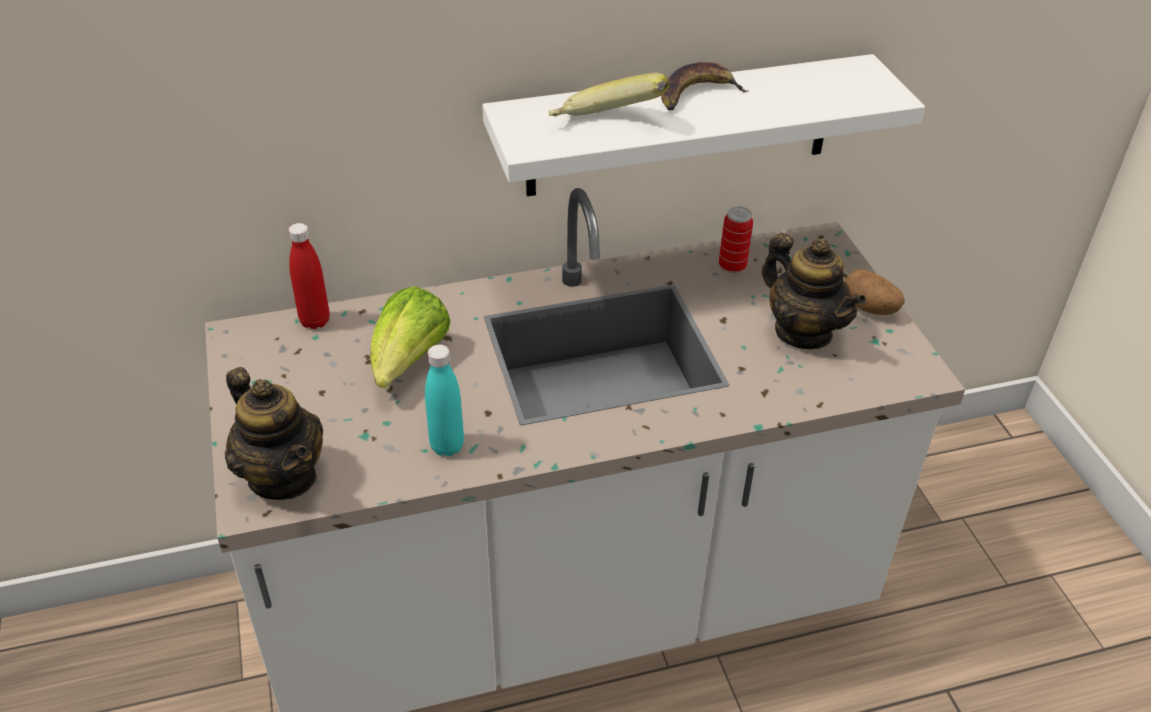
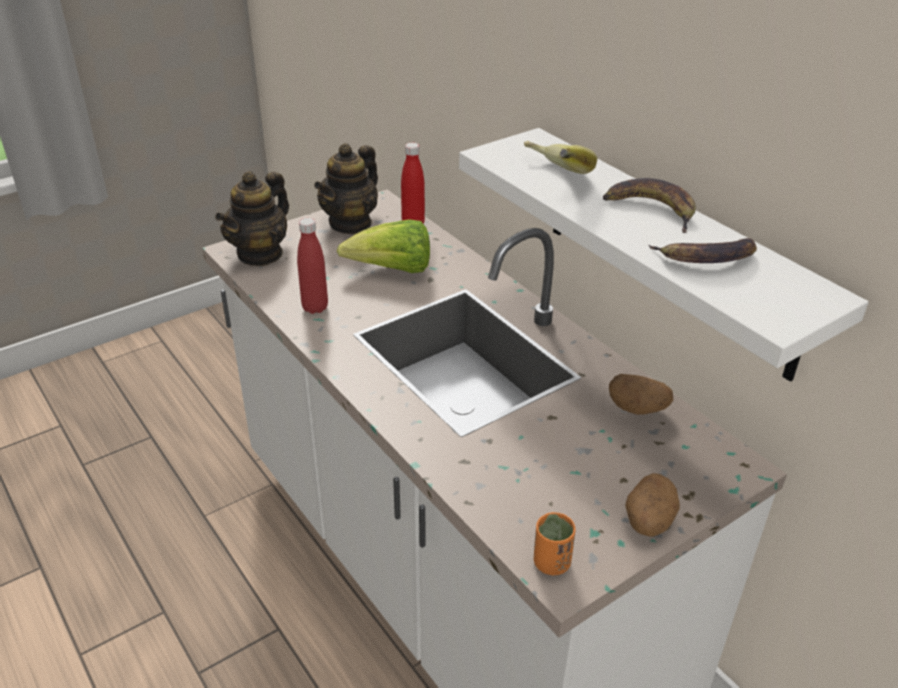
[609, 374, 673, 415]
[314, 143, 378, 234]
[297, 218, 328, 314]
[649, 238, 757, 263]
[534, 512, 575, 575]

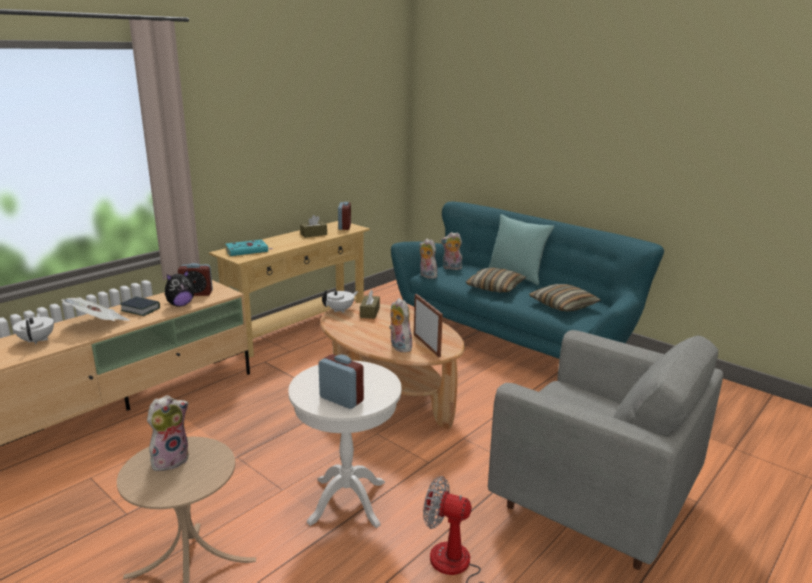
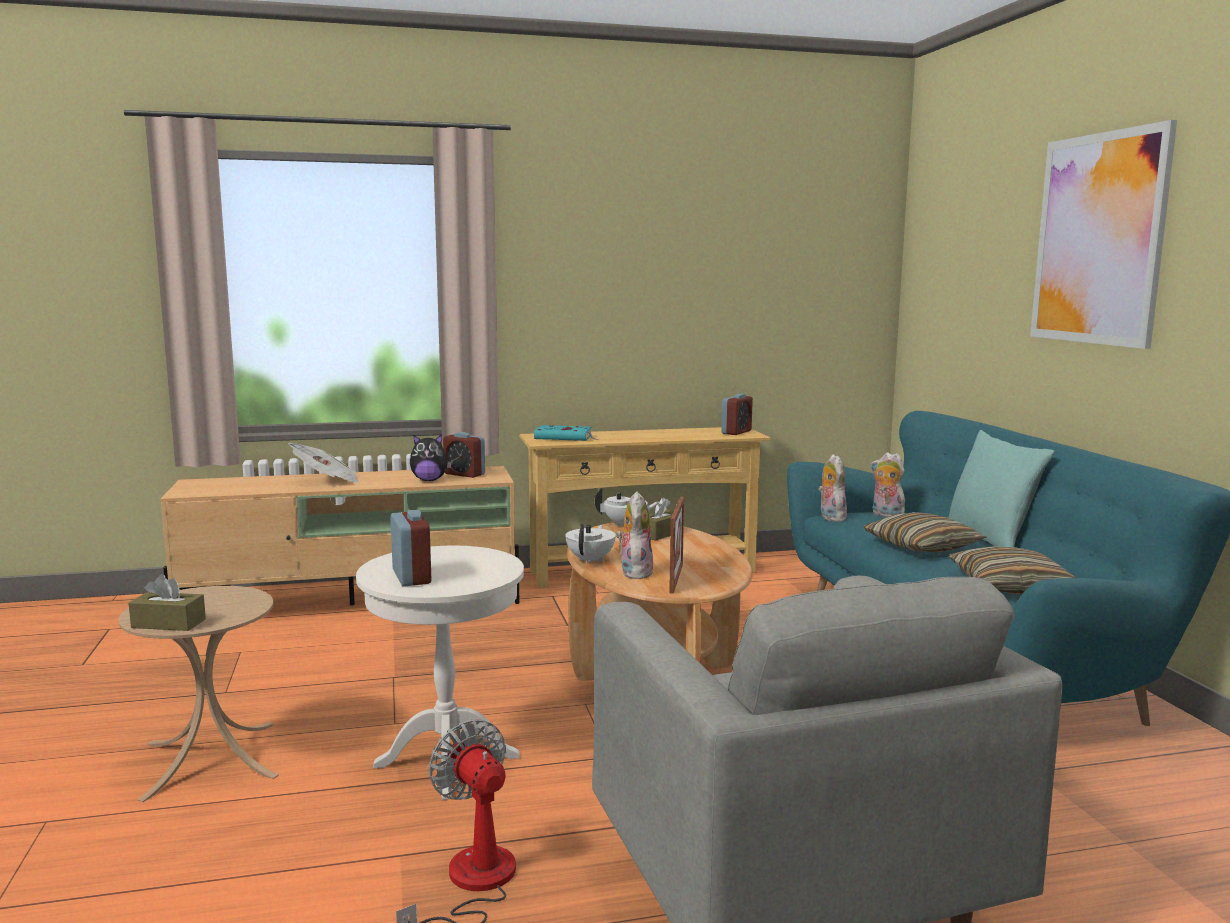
[128, 574, 206, 631]
[120, 297, 160, 316] (first image)
[565, 524, 616, 564]
[147, 395, 189, 471] (first image)
[1030, 120, 1177, 349]

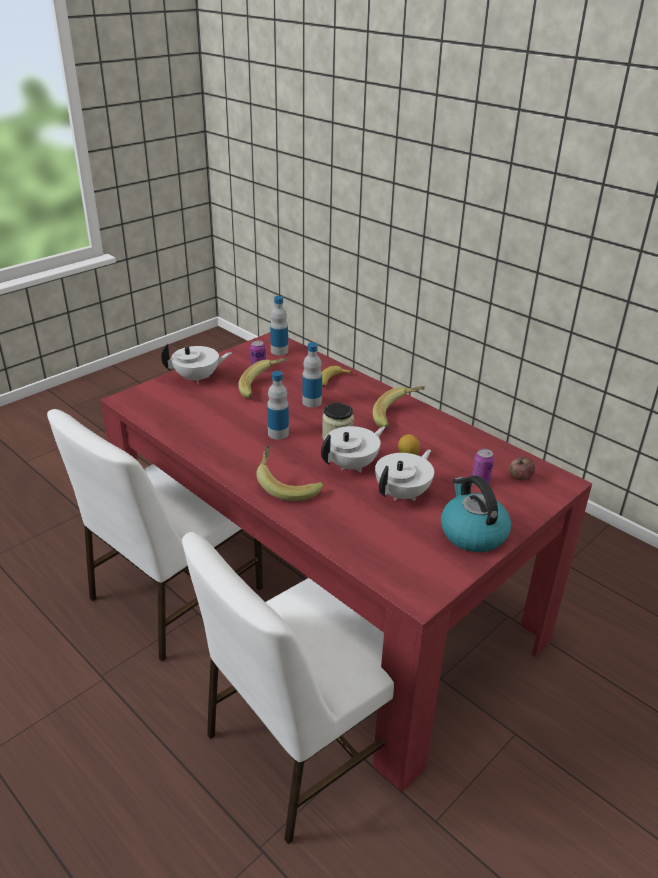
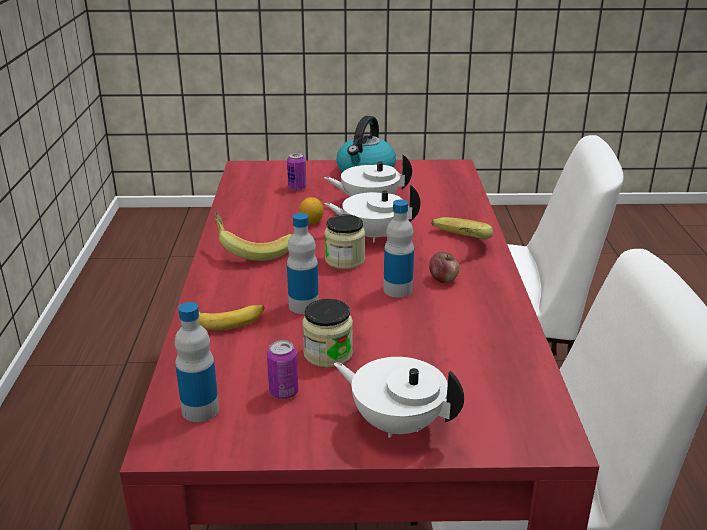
[302, 299, 353, 368]
[429, 252, 460, 283]

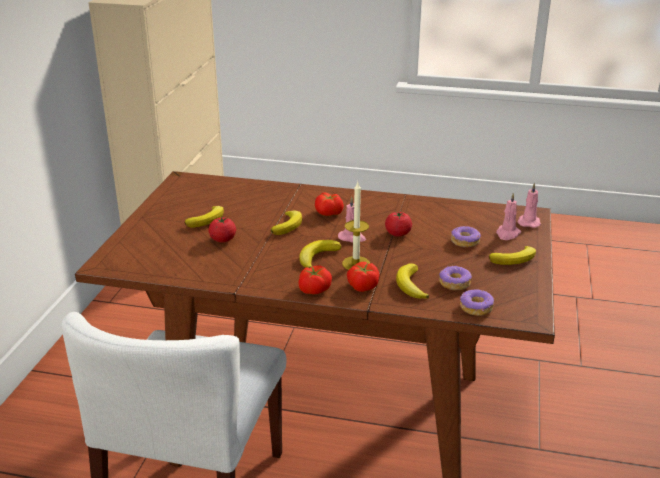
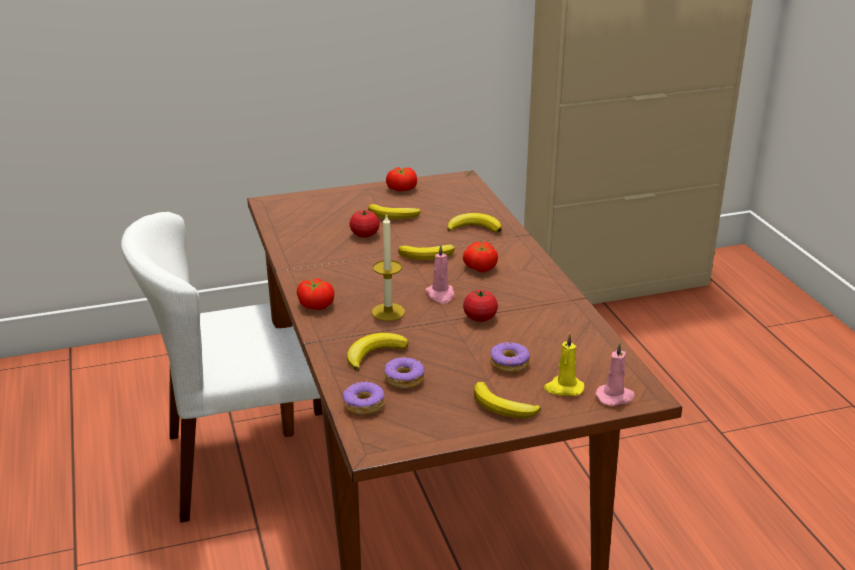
[544, 333, 584, 396]
[447, 213, 502, 233]
[386, 167, 417, 192]

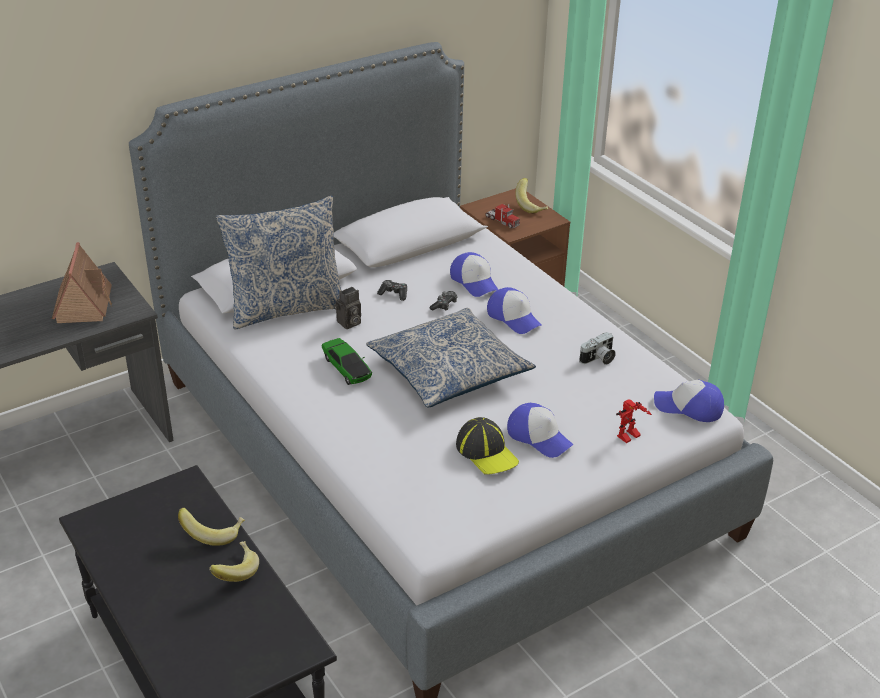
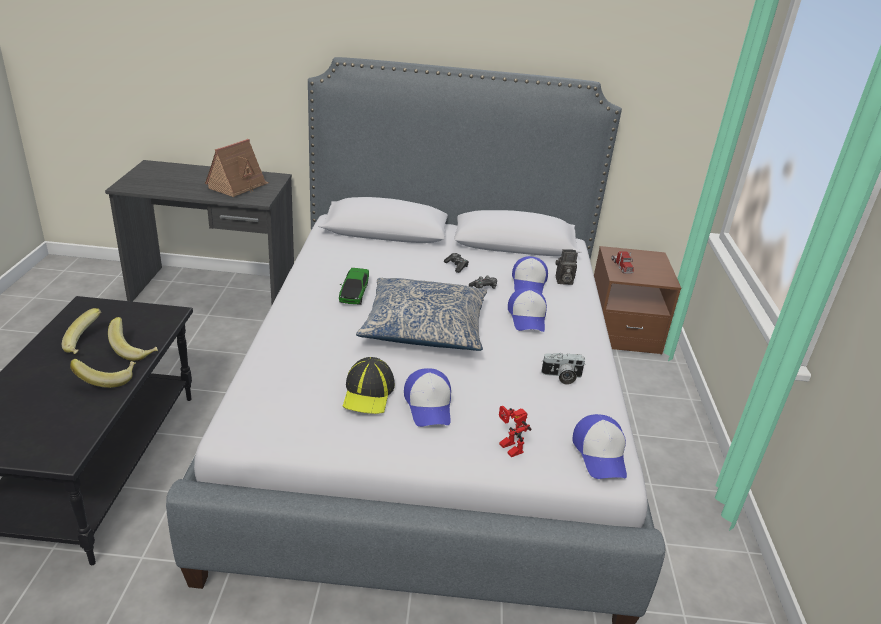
[62, 308, 101, 354]
[216, 196, 342, 330] (first image)
[556, 249, 578, 285]
[573, 414, 627, 479]
[499, 406, 532, 457]

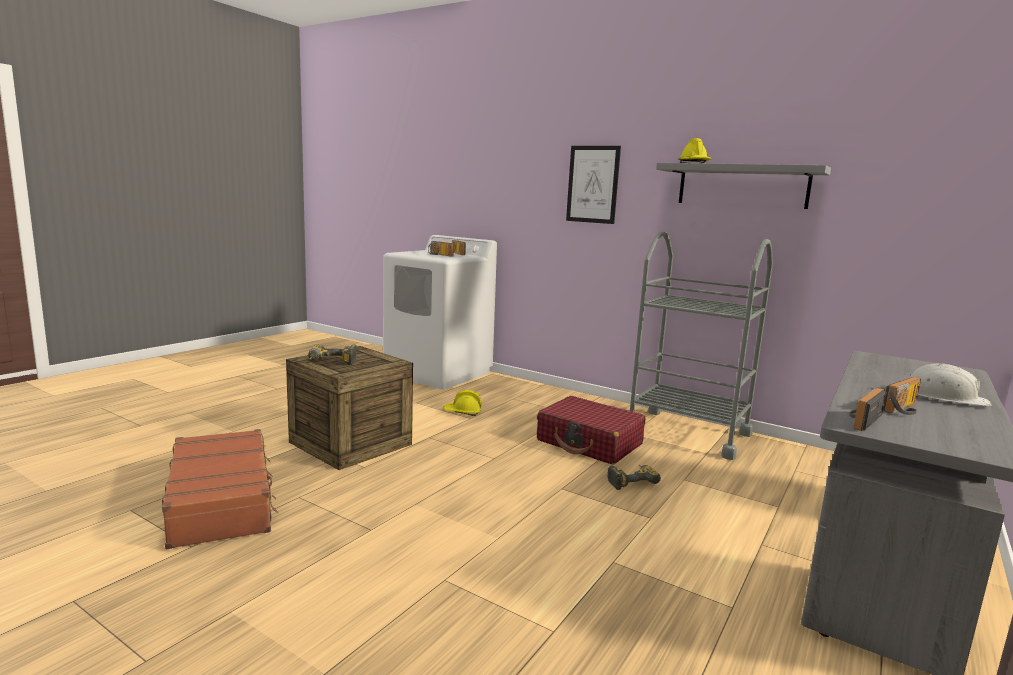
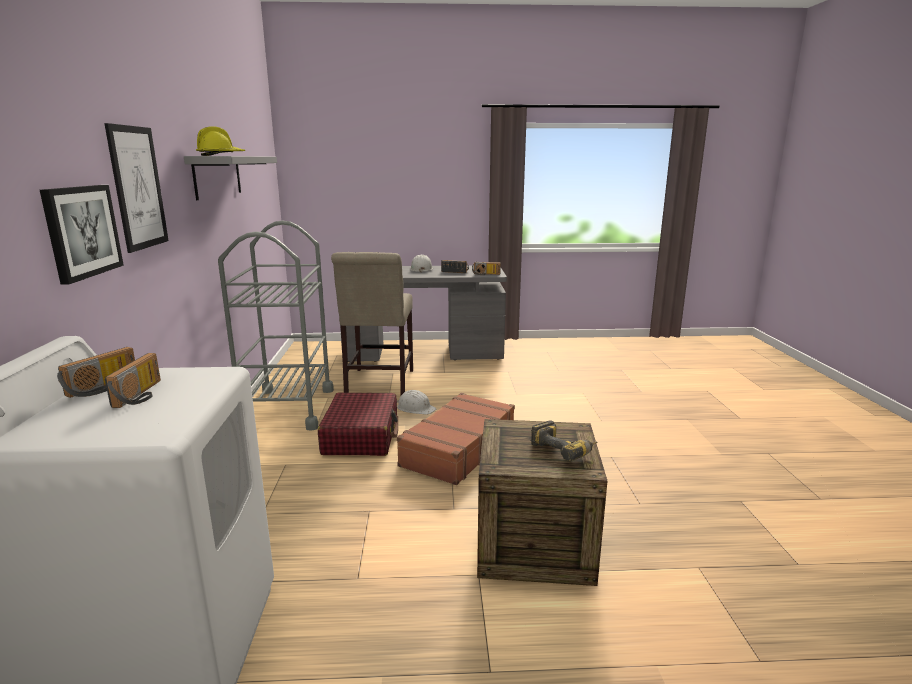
[443, 390, 482, 416] (first image)
[397, 393, 515, 485]
[397, 390, 437, 415]
[40, 185, 124, 285]
[331, 252, 413, 395]

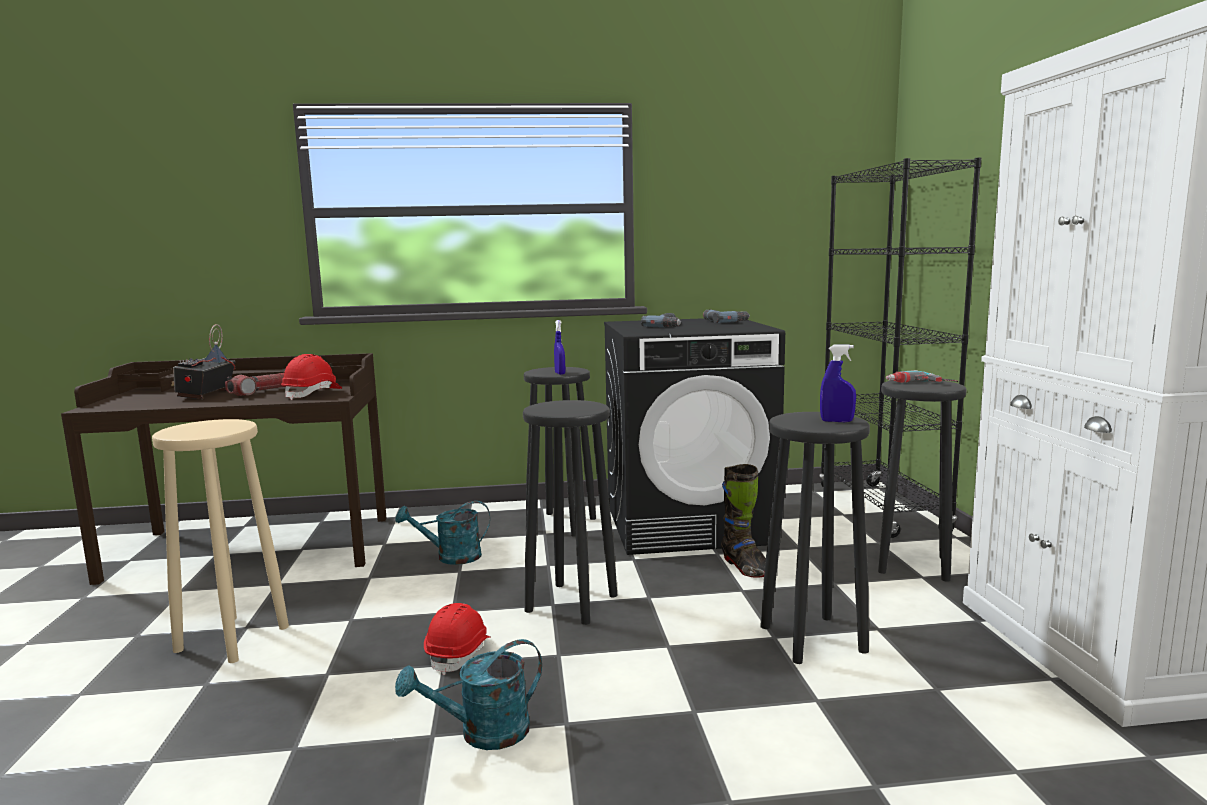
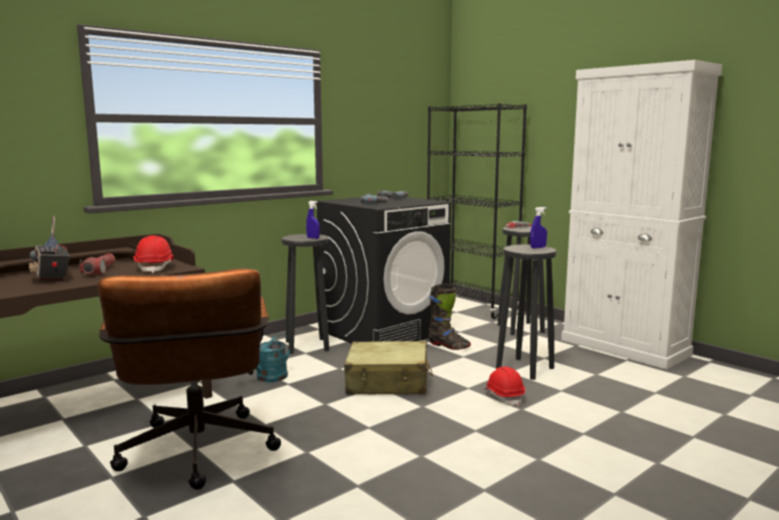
[344, 341, 433, 395]
[98, 268, 281, 490]
[485, 367, 525, 406]
[395, 639, 542, 750] (first image)

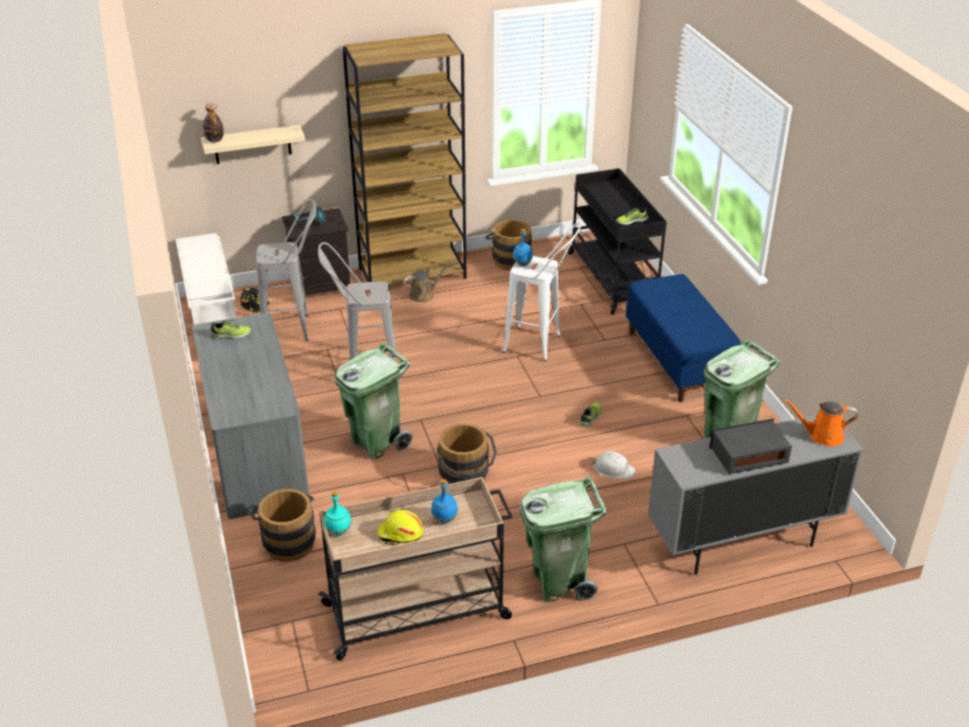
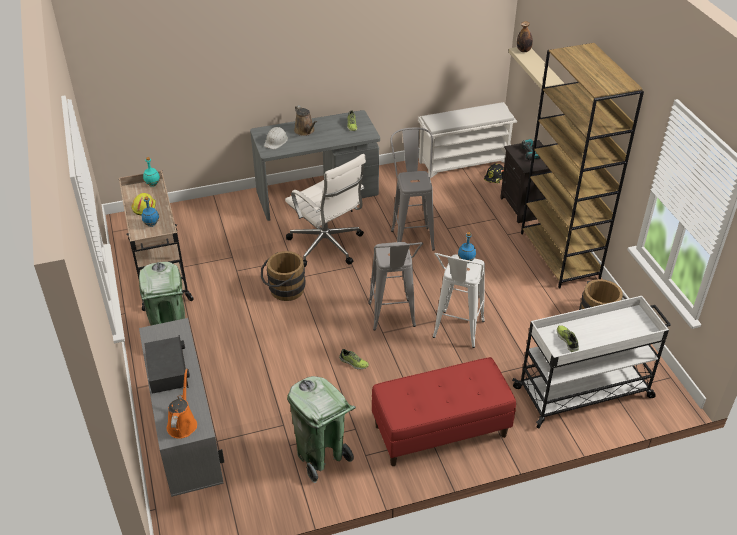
[512, 296, 671, 429]
[368, 242, 423, 331]
[294, 105, 317, 136]
[372, 357, 516, 466]
[285, 154, 366, 267]
[264, 127, 288, 149]
[250, 489, 316, 562] (first image)

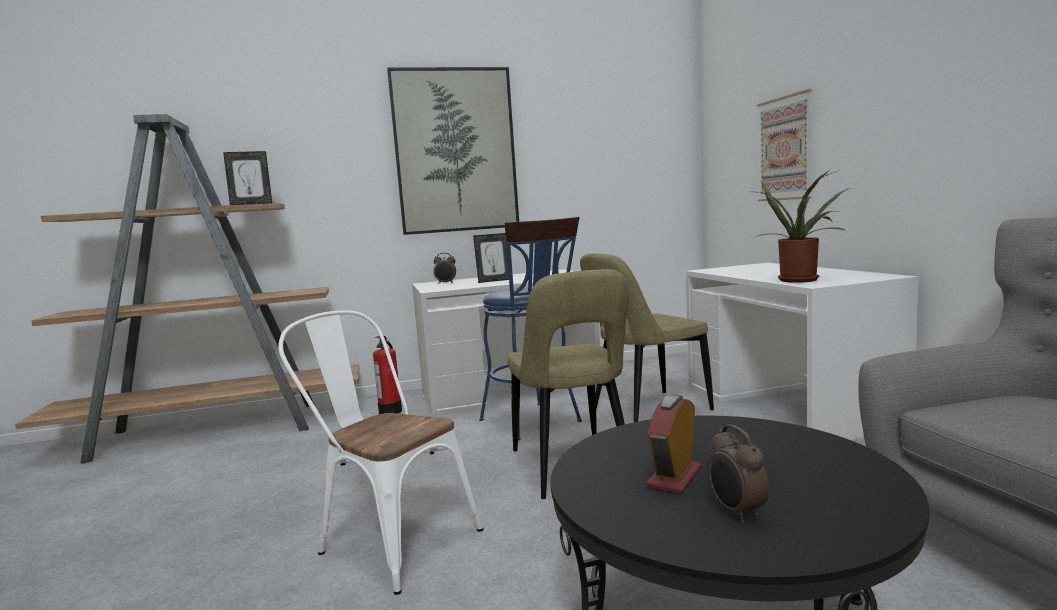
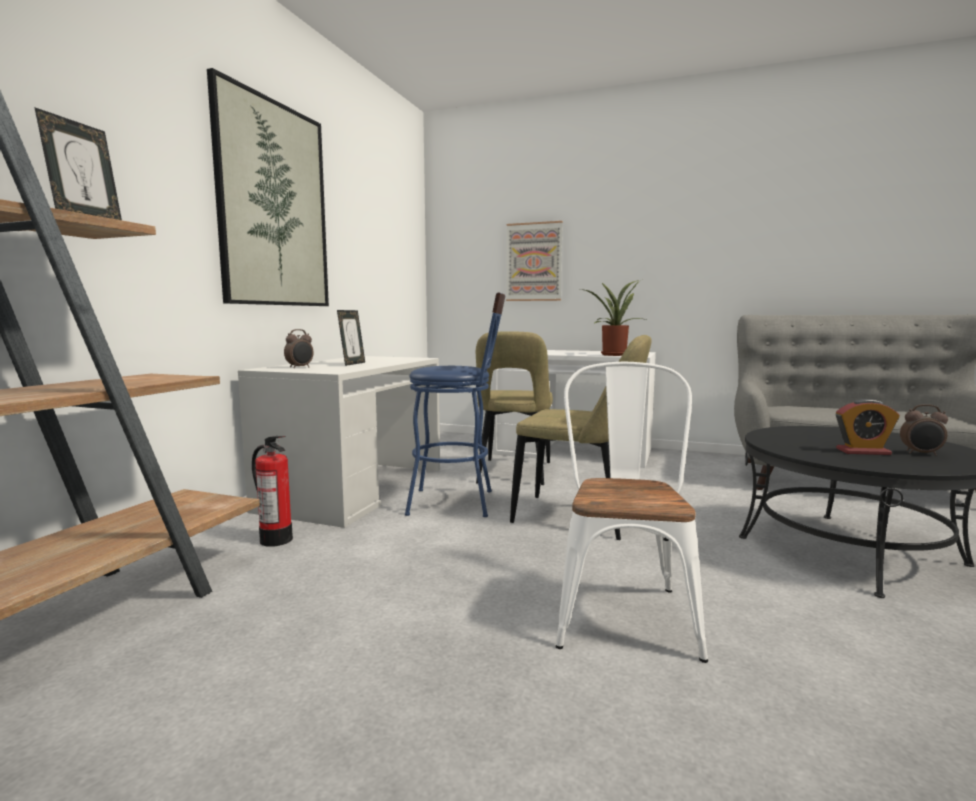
[556, 362, 708, 663]
[836, 399, 899, 455]

